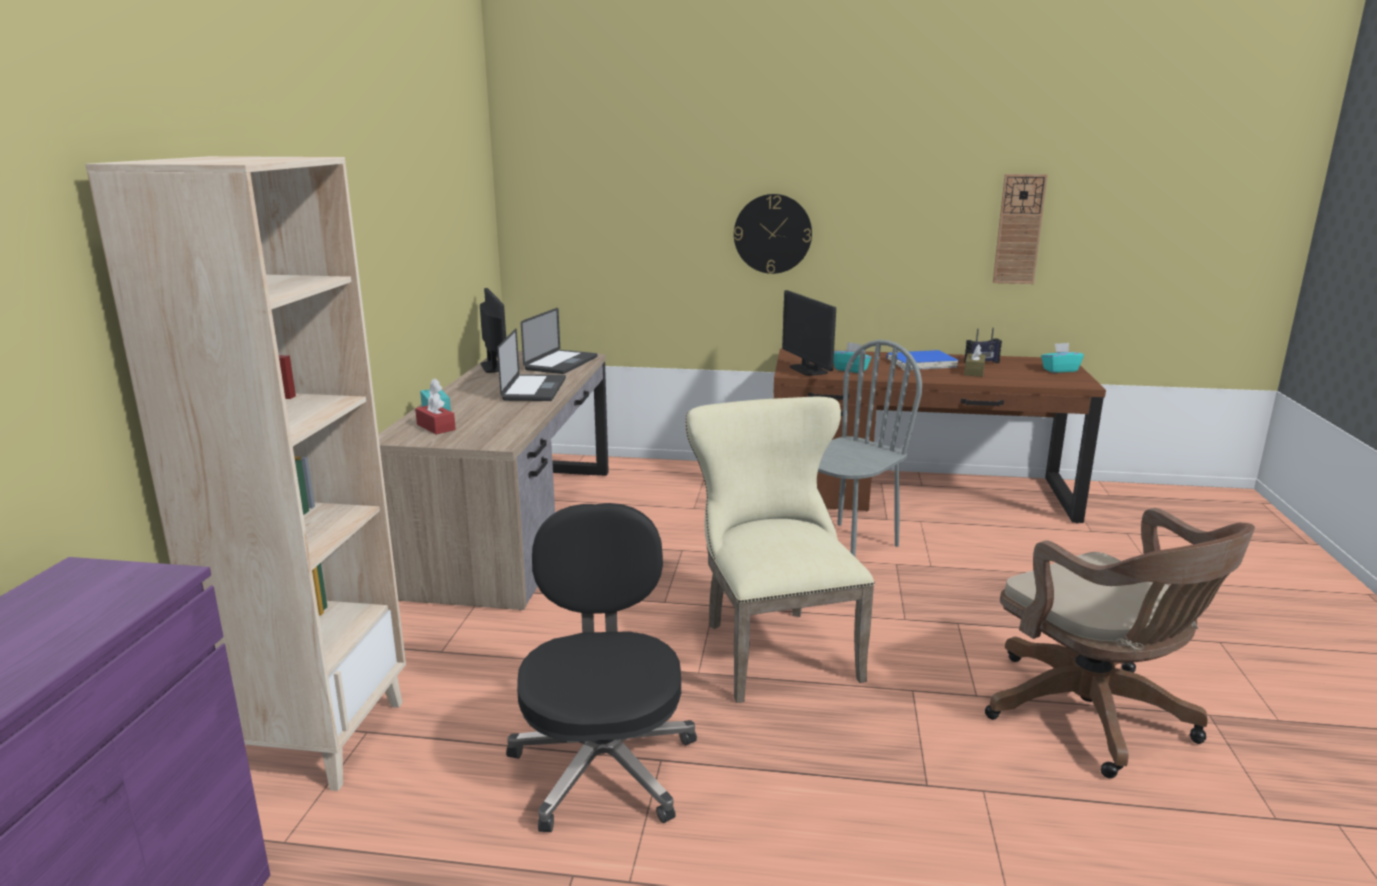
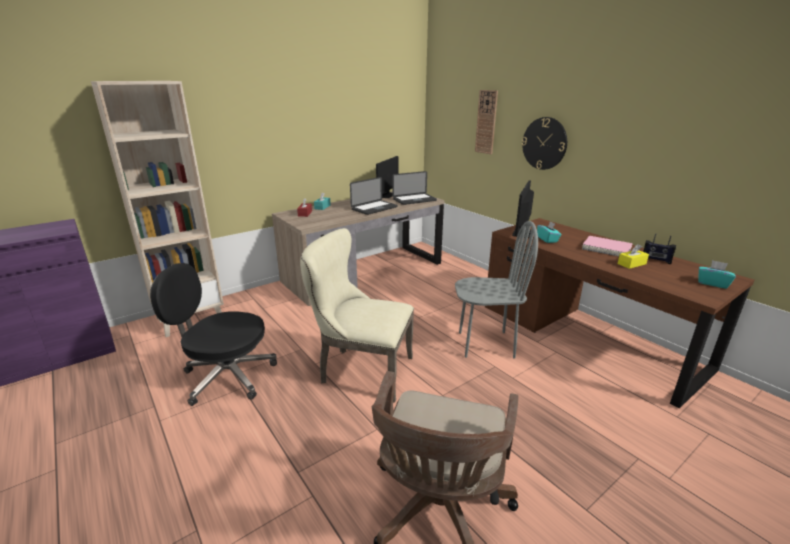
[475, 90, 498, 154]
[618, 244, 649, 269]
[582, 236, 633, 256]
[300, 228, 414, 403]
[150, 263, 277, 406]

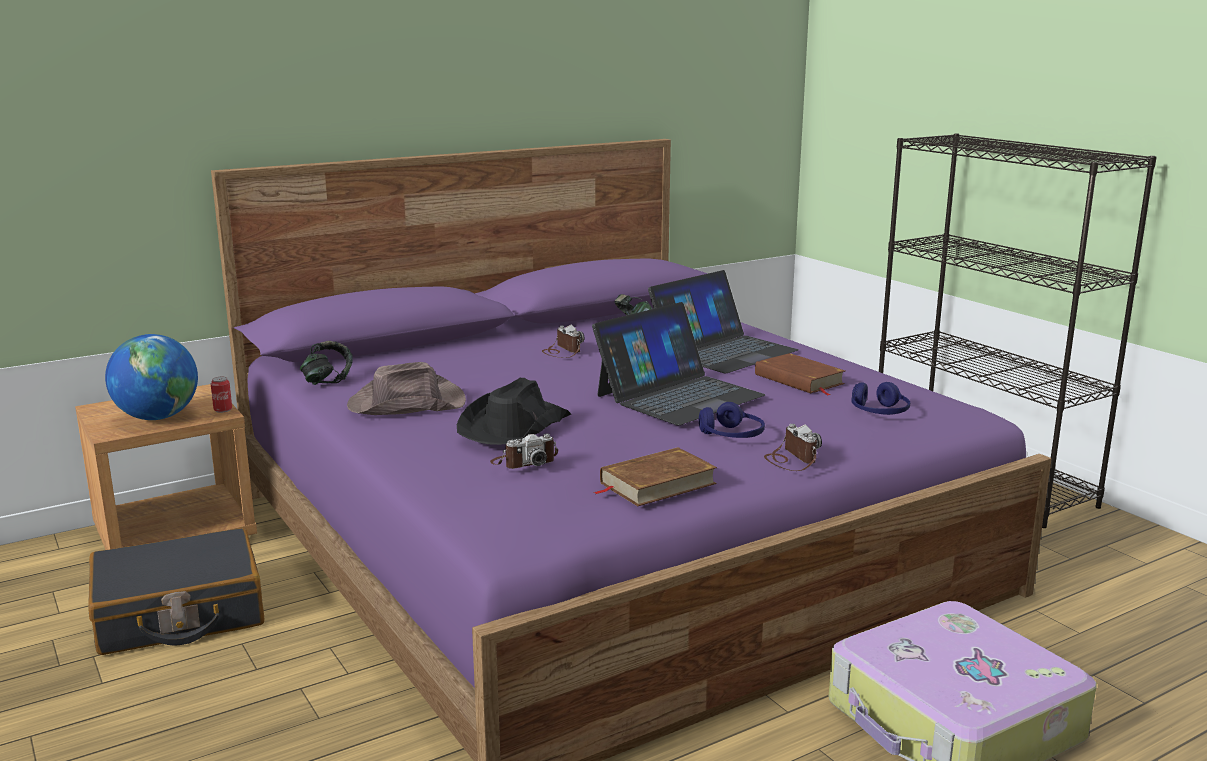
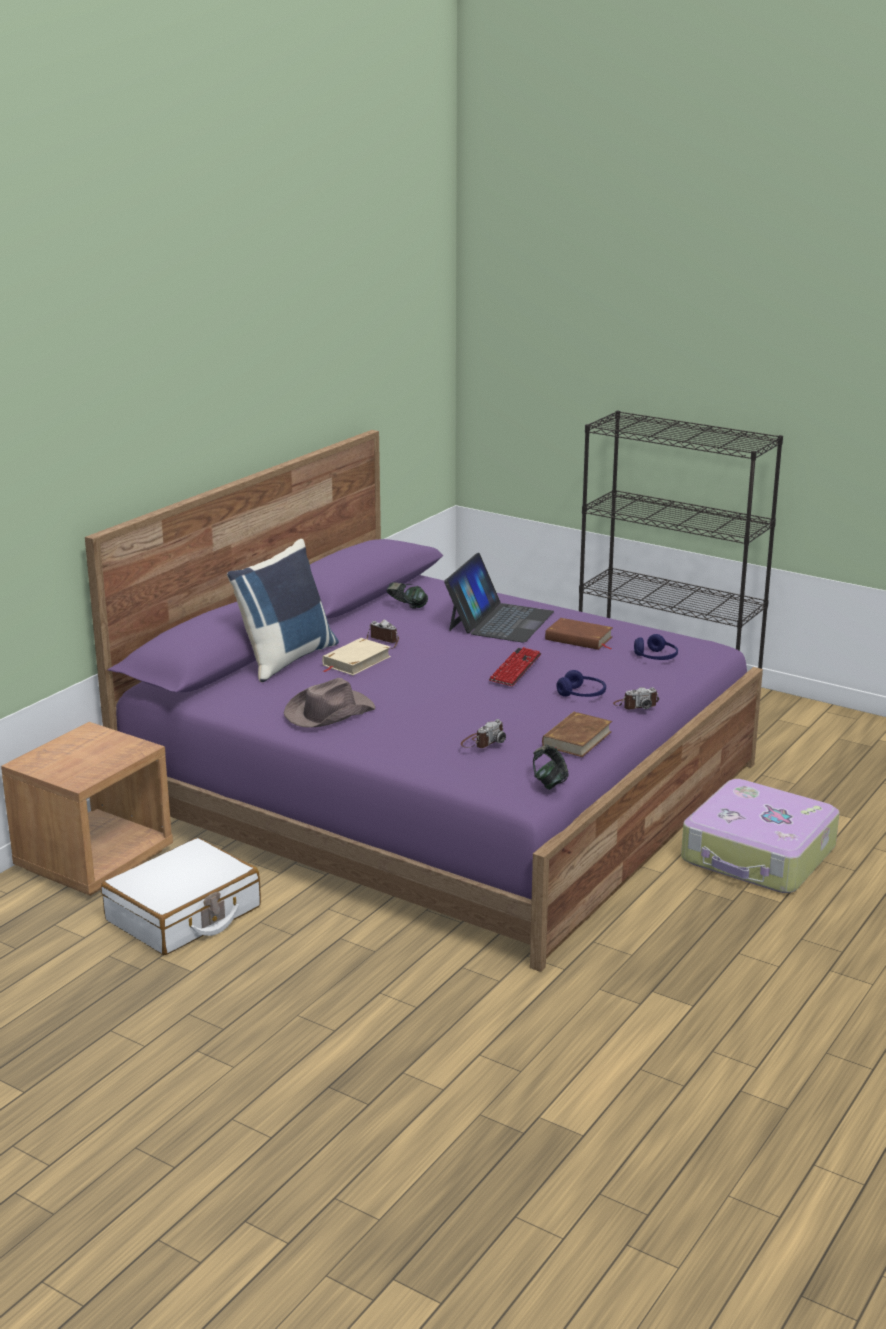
[489, 647, 541, 686]
[105, 334, 198, 420] (first image)
[533, 745, 569, 790]
[211, 377, 232, 413] (first image)
[457, 378, 571, 445] (first image)
[613, 687, 659, 709]
[101, 838, 261, 955]
[227, 539, 339, 682]
[322, 638, 391, 675]

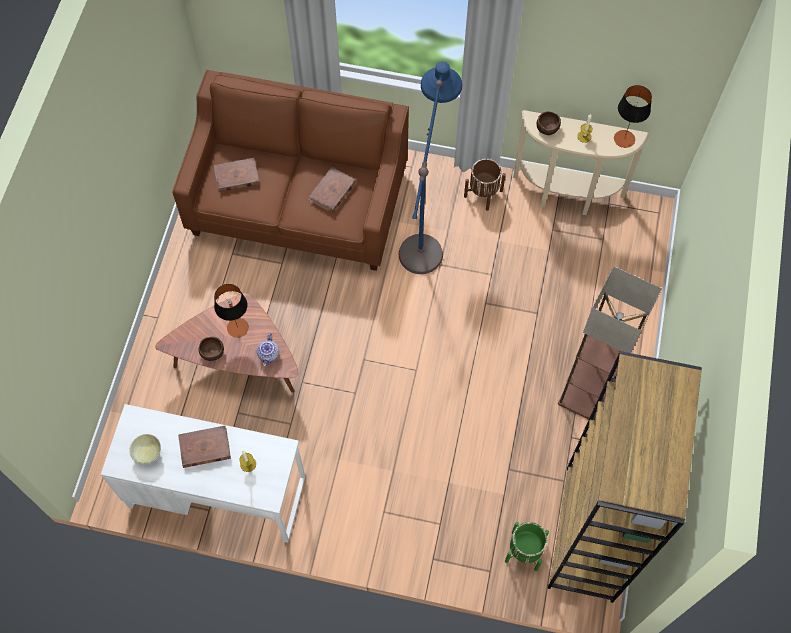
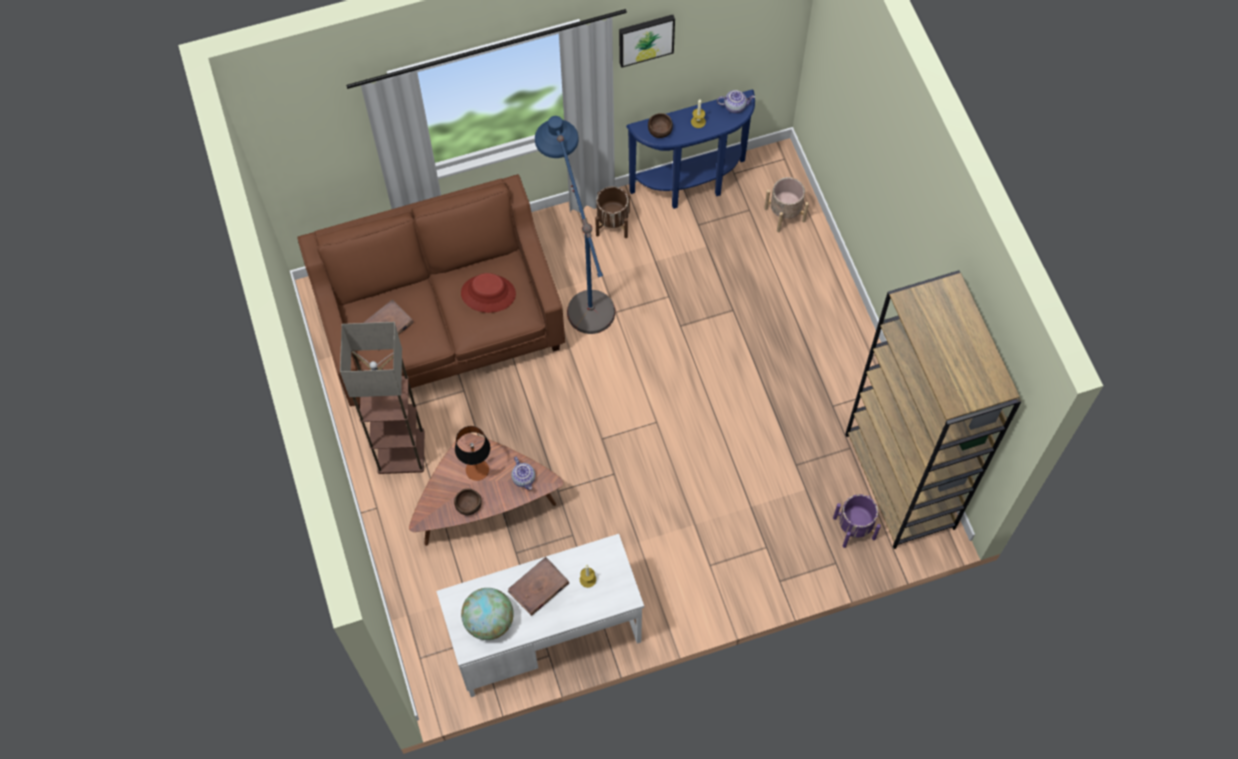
[717, 90, 755, 113]
[626, 90, 755, 209]
[461, 273, 516, 313]
[340, 322, 424, 474]
[461, 588, 514, 640]
[833, 494, 881, 548]
[619, 15, 675, 68]
[764, 177, 809, 232]

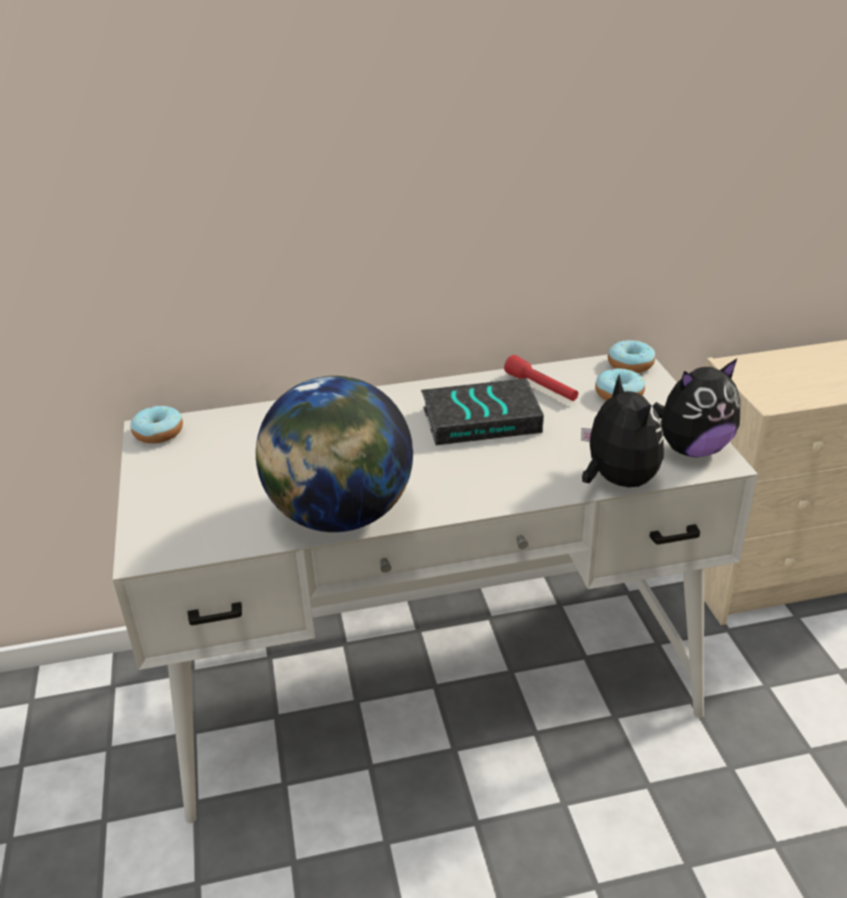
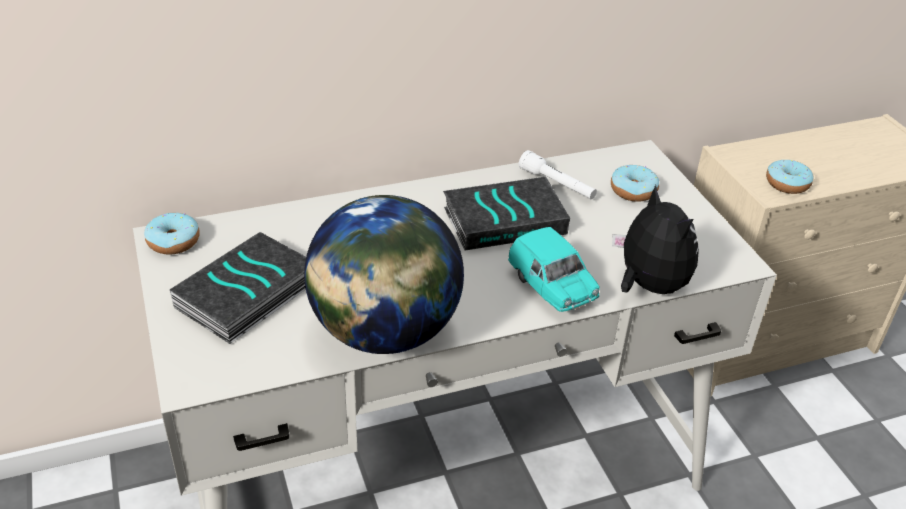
[766, 160, 814, 194]
[519, 150, 597, 199]
[653, 359, 740, 457] (first image)
[508, 227, 600, 312]
[170, 232, 306, 344]

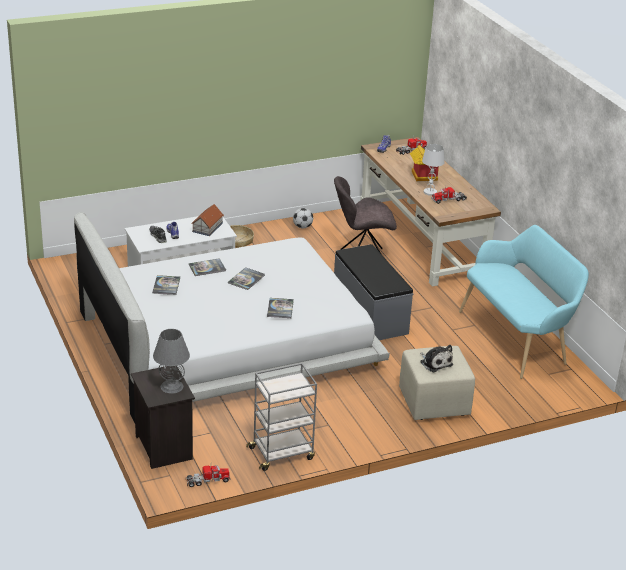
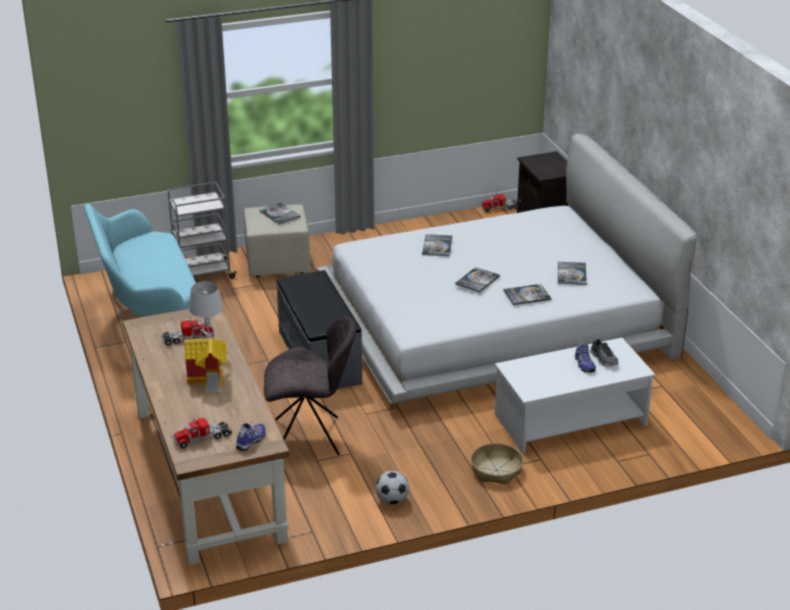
[191, 204, 223, 236] (first image)
[153, 329, 190, 394] (first image)
[260, 203, 300, 224]
[168, 182, 237, 279]

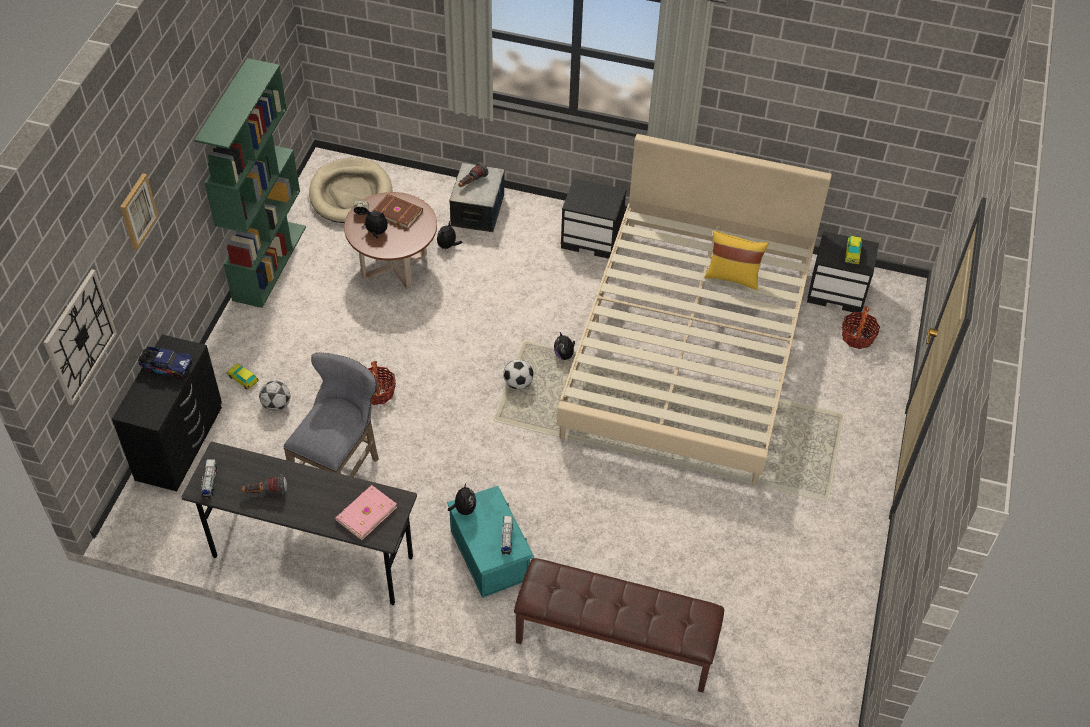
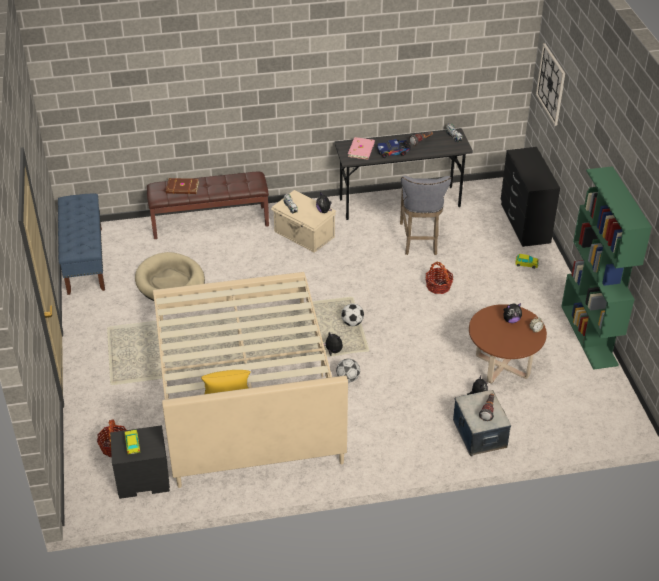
[135, 252, 205, 301]
[120, 173, 159, 250] (first image)
[561, 179, 626, 259] (first image)
[166, 178, 199, 194]
[377, 139, 411, 158]
[336, 359, 360, 383]
[271, 190, 336, 253]
[58, 193, 105, 295]

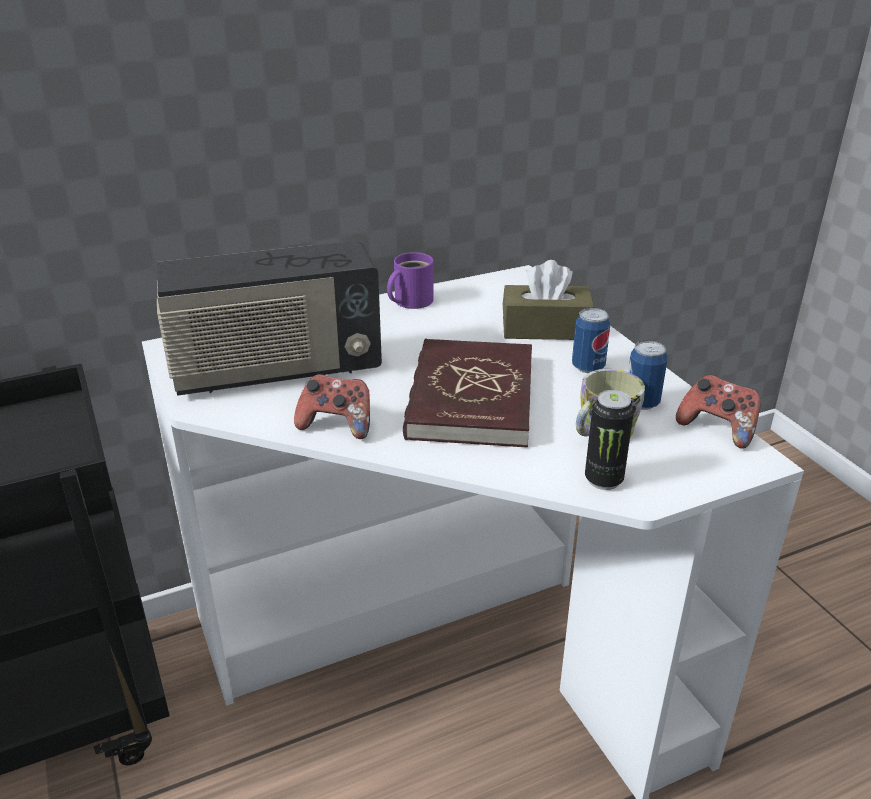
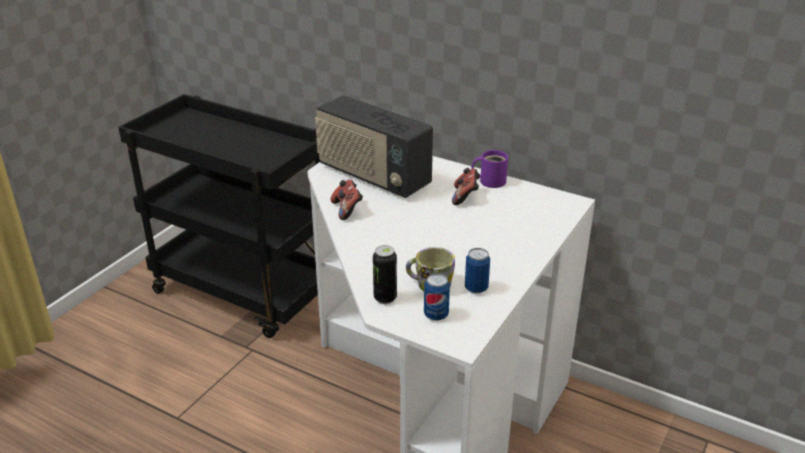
[503, 260, 594, 340] (first image)
[424, 273, 450, 321]
[403, 338, 532, 448] (first image)
[452, 168, 480, 205]

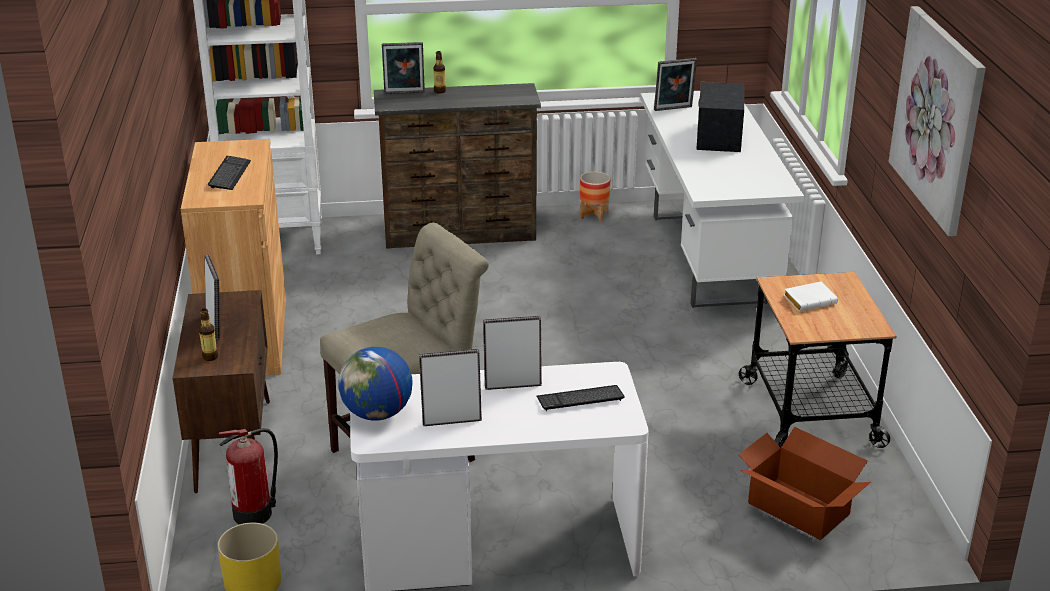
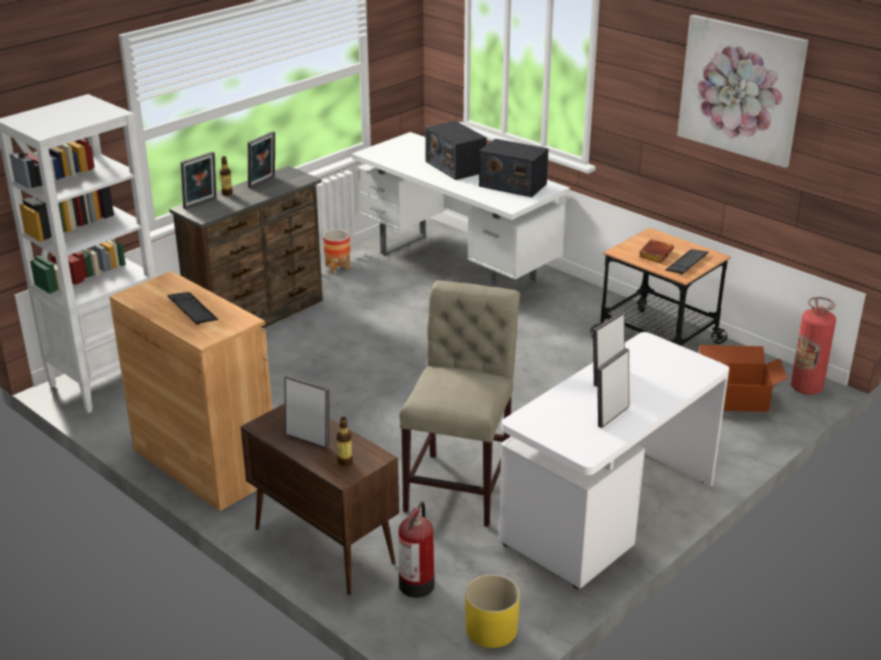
[248, 131, 275, 188]
[638, 239, 674, 263]
[338, 347, 413, 421] (first image)
[665, 249, 709, 275]
[479, 139, 549, 197]
[791, 297, 836, 395]

